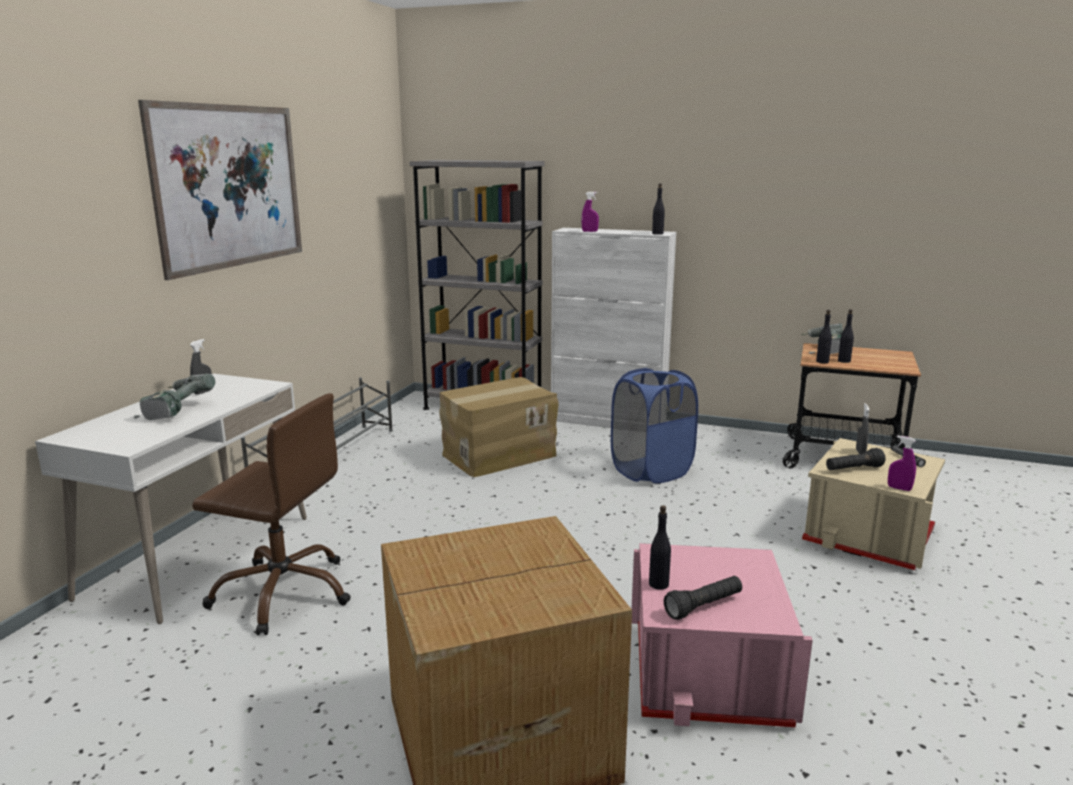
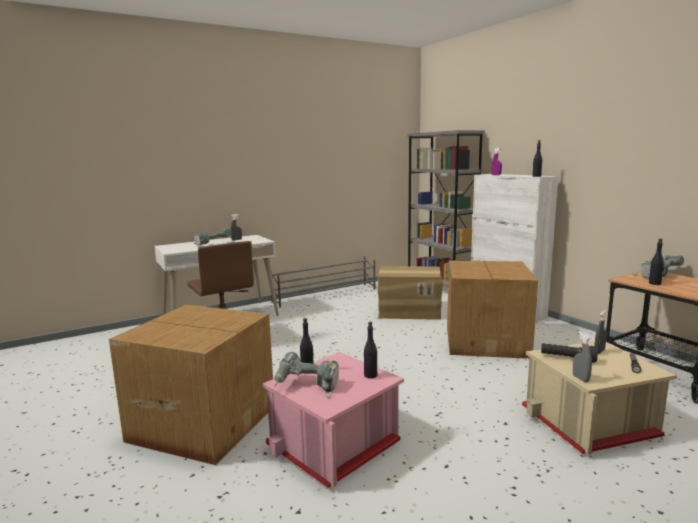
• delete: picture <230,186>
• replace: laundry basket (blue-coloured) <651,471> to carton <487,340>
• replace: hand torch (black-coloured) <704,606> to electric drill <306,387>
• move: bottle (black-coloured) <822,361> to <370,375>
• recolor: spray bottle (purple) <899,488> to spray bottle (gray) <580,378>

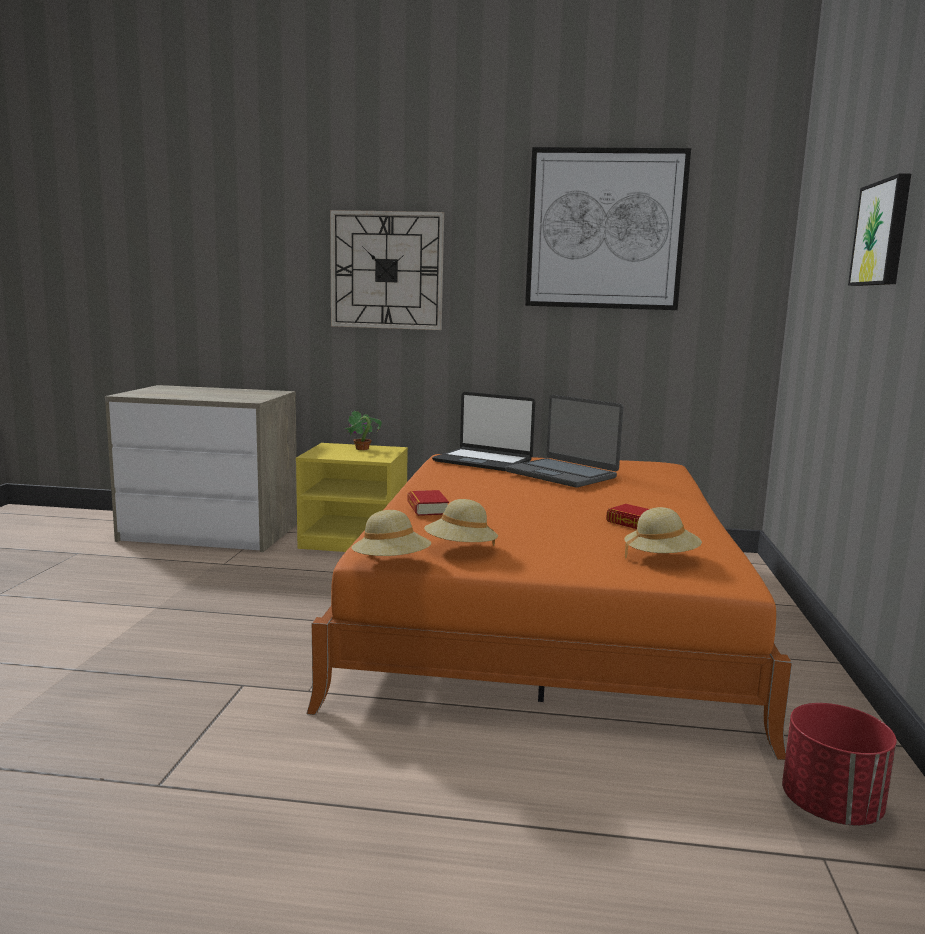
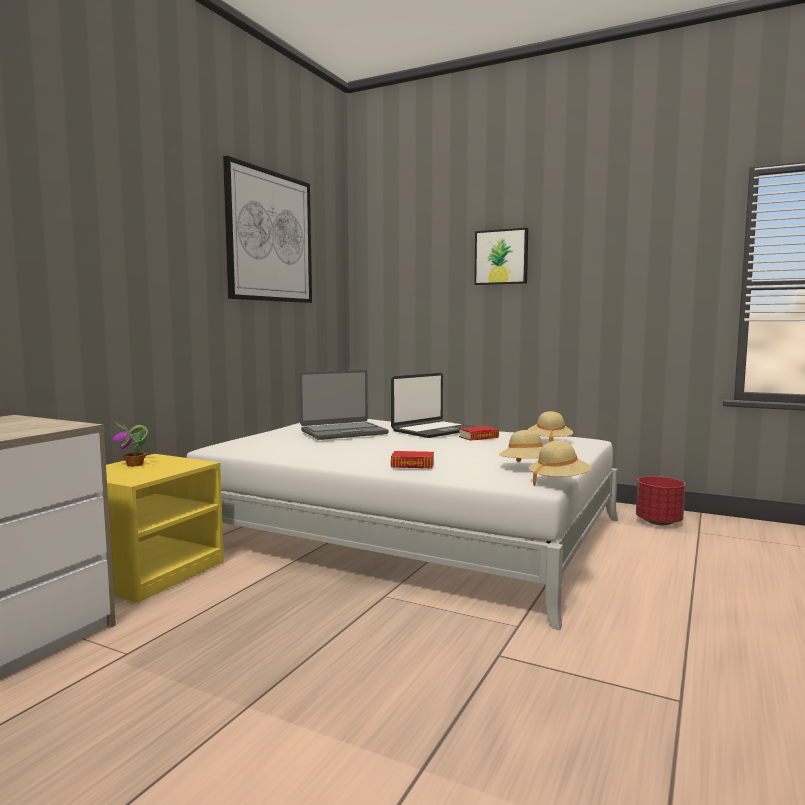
• recolor: bed (orange-coloured) <546,612> to bed (white) <408,531>
• delete: wall clock <387,270>
• move: laptop <483,461> to <433,430>

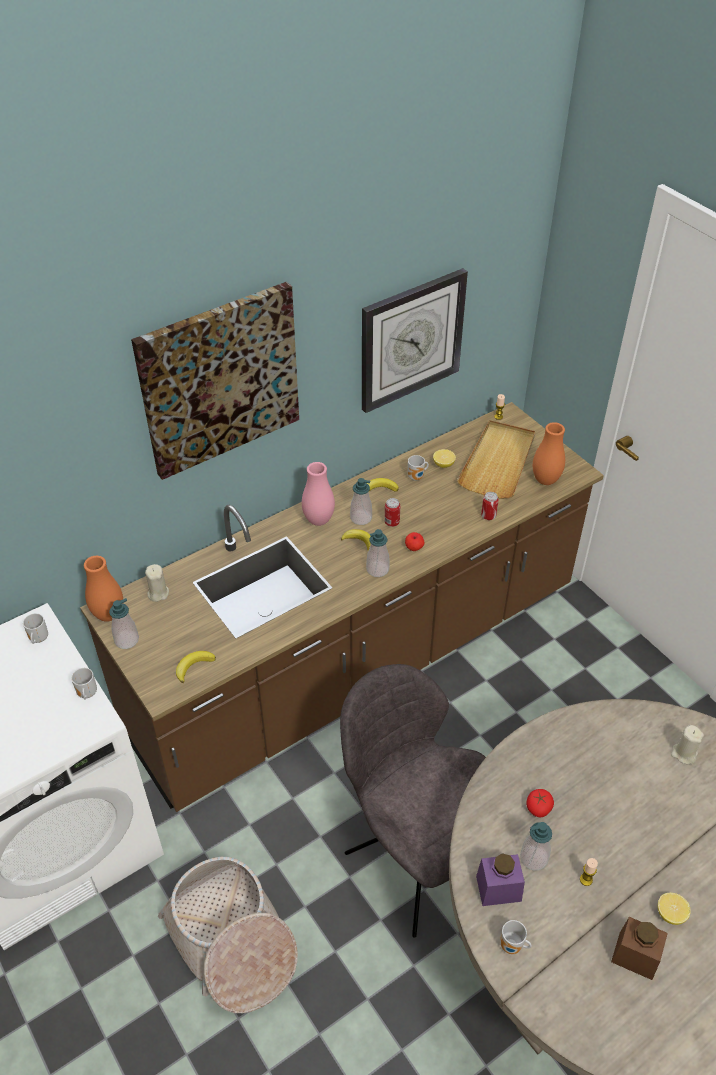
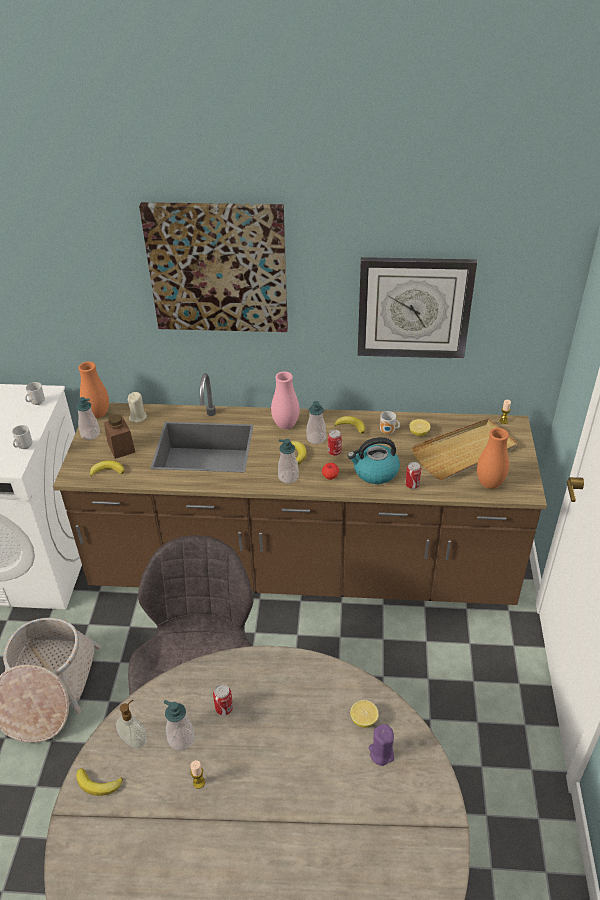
• replace: preserve jar (purple) <498,888> to soap bottle <134,740>
• replace: mug <512,947> to banana <98,784>
• replace: fresh tomato <538,808> to can <224,708>
• move: preserve jar (brownish) <635,955> to <121,447>
• move: whole lemon <670,914> to <364,719>
• recolor: wax light (beige-coloured) <684,754> to wax light (purple) <381,753>
• insert: water kettle <375,472>

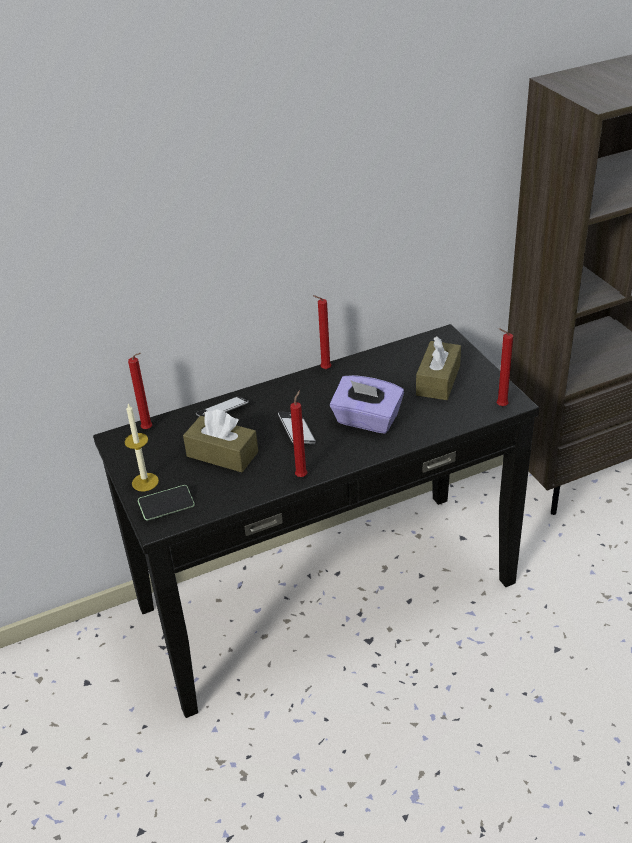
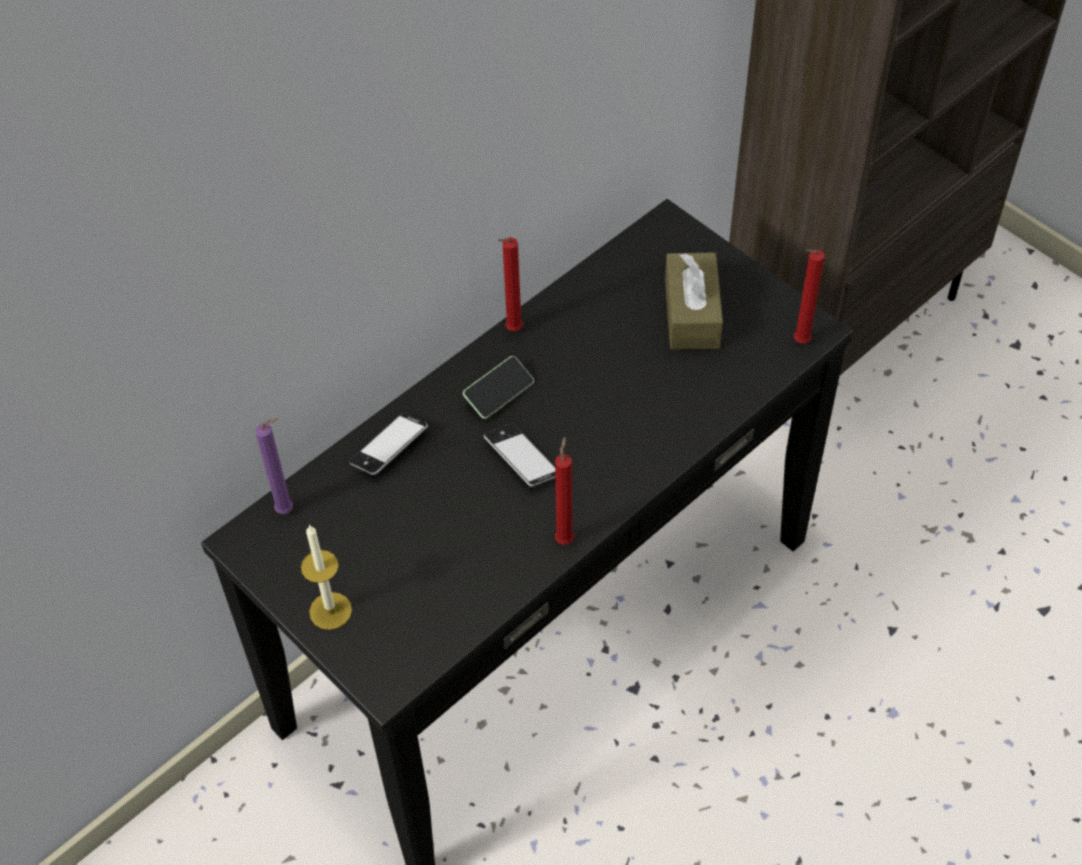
• recolor: wax light (red) <149,429> to wax light (purple) <288,510>
• move: phone <167,508> to <499,393>
• delete: tissue box (brownish) <222,454>
• delete: tissue box (purple) <367,420>

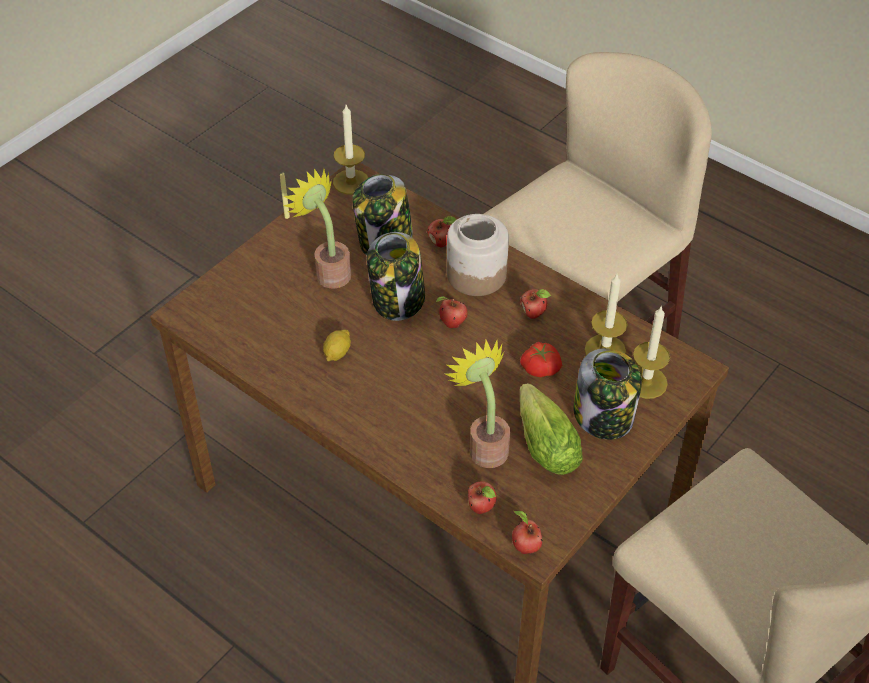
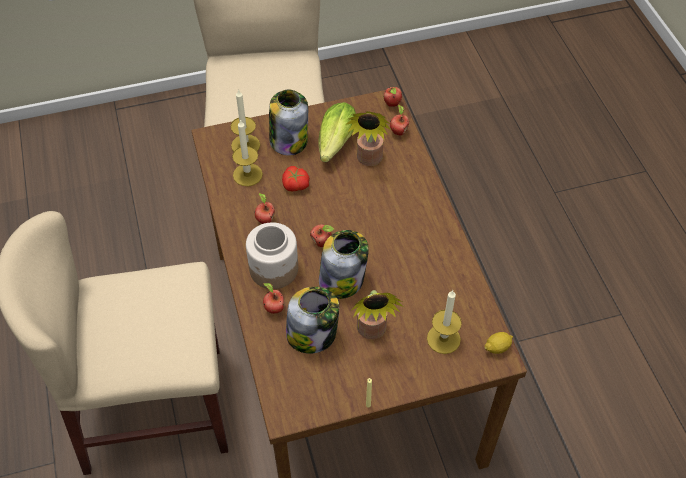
• move: whole lemon <337,353> to <497,347>
• move: wax light <351,182> to <443,339>

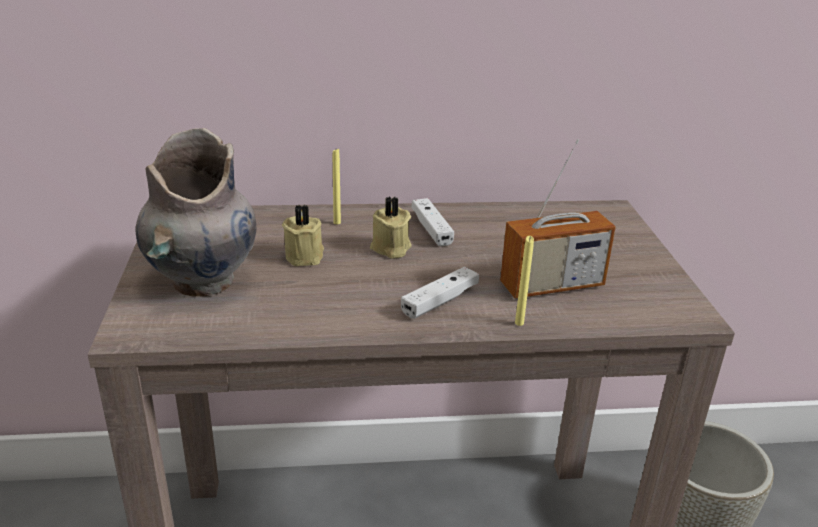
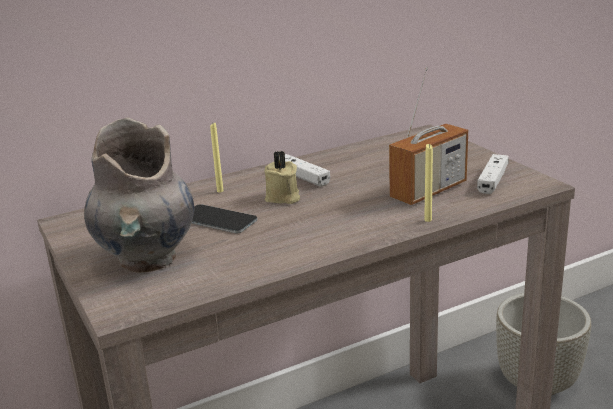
• replace: wax light (beige-coloured) <306,256> to phone <218,220>
• move: gamepad (white) <440,301> to <492,180>

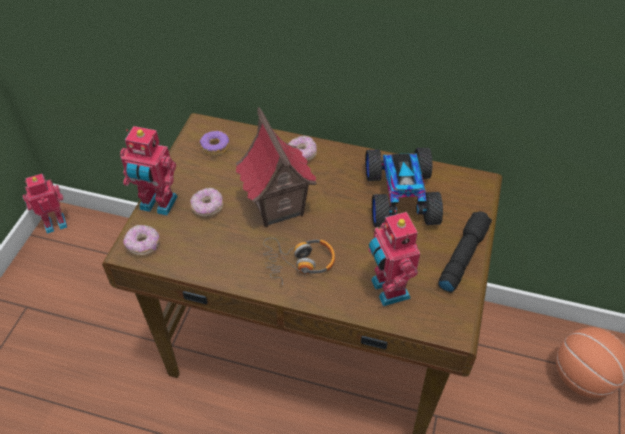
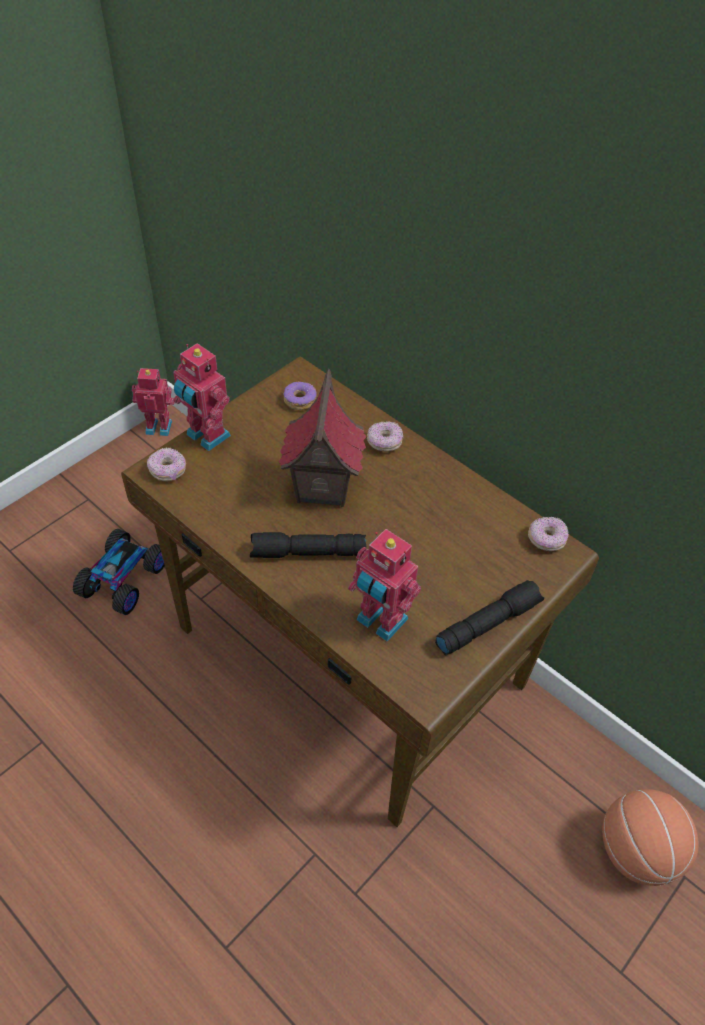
• move: doughnut <207,207> to <546,540>
• replace: pair of headphones <299,262> to hand torch (black-coloured) <307,553>
• move: miniature car <402,196> to <125,579>
• rotate: toy robot <387,290> = <380,621> 60 degrees counterclockwise

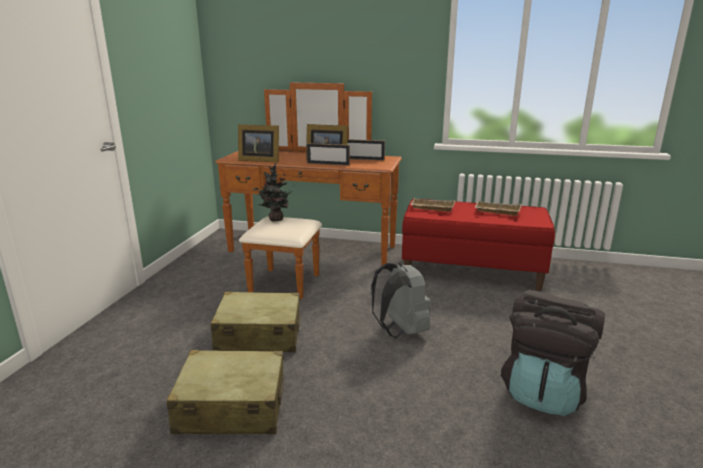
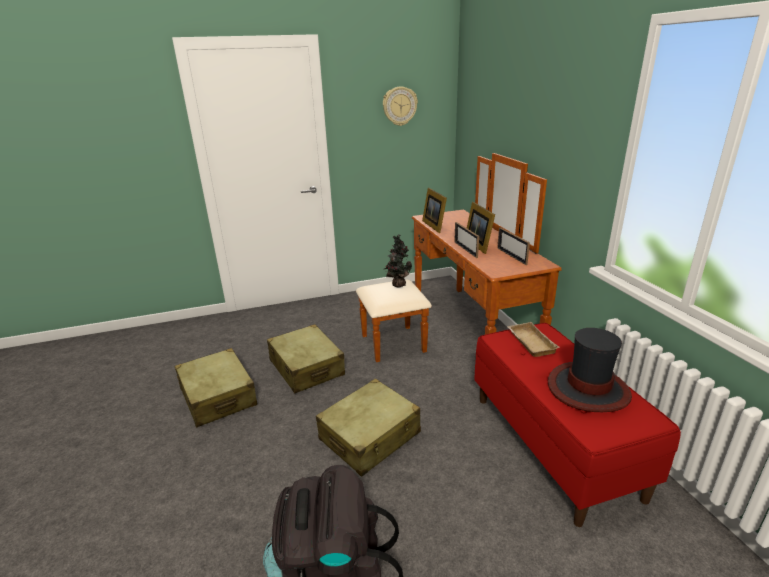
• replace: knapsack (gray) <401,331> to suitcase (beige-coloured) <370,436>
• replace: tray (beige-coloured) <496,211> to wearable hat <587,389>
• insert: wall clock <399,106>

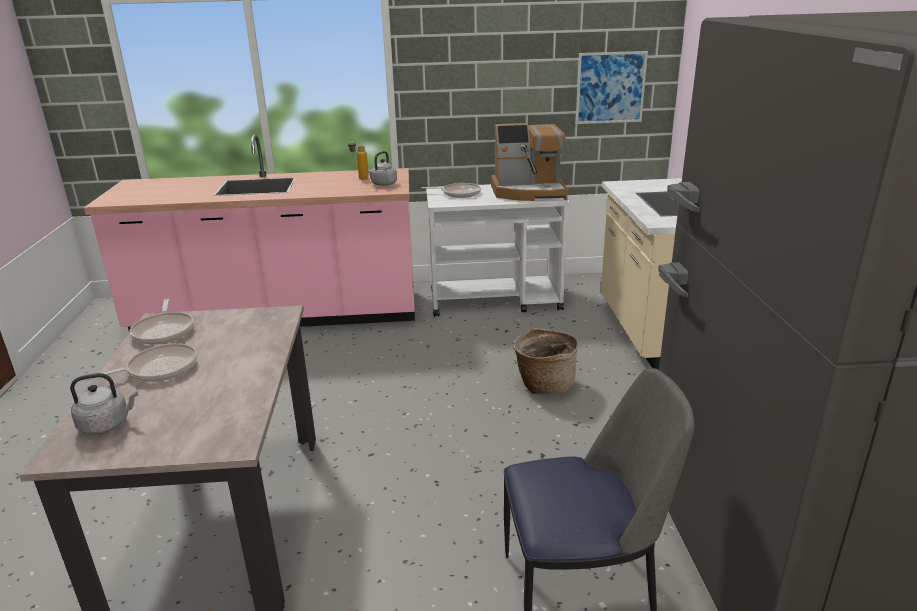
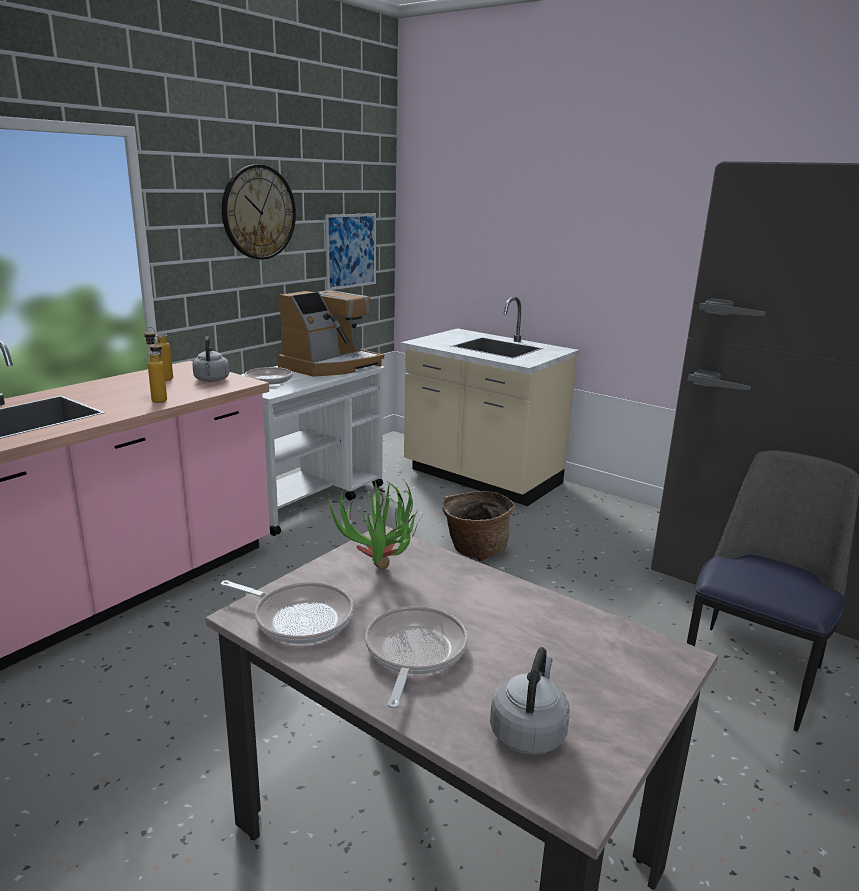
• insert: bottle <160,399>
• insert: wall clock <258,212>
• insert: potted plant <379,574>

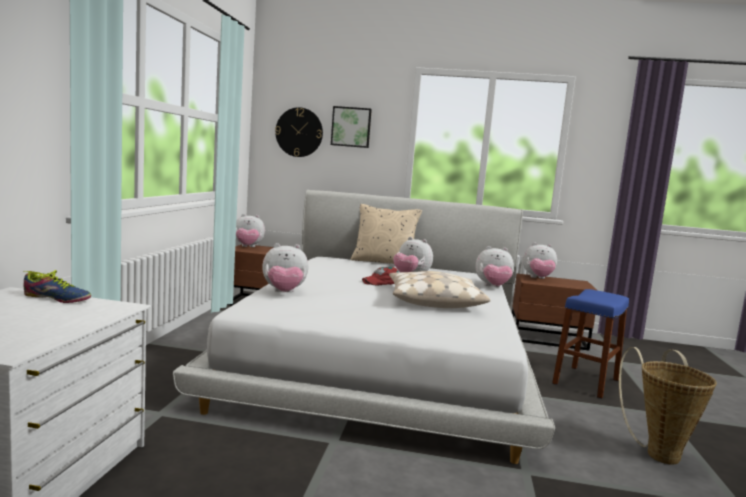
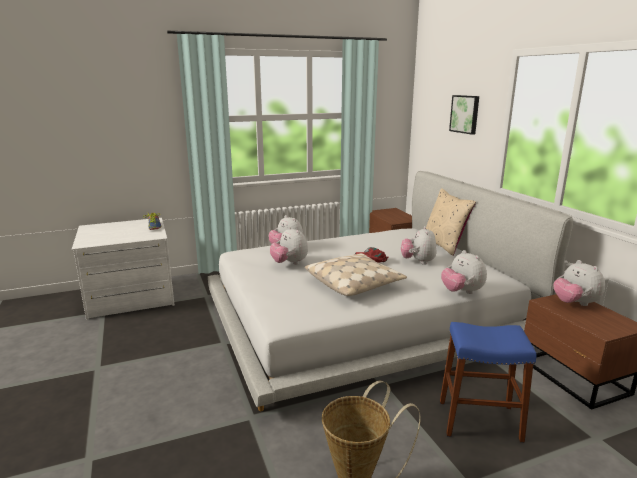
• move: soft toy <248,247> to <289,263>
• delete: wall clock <299,132>

